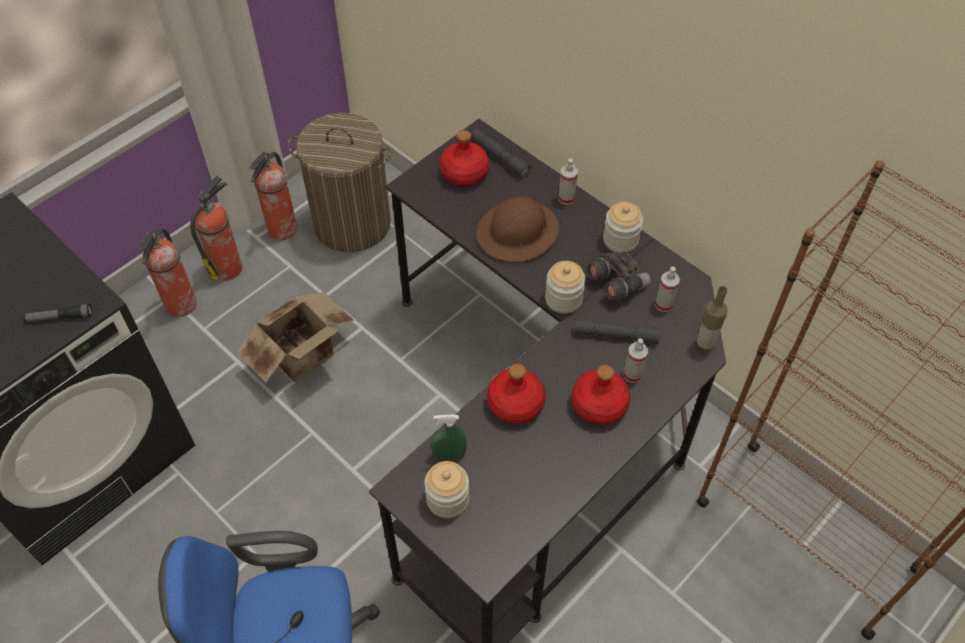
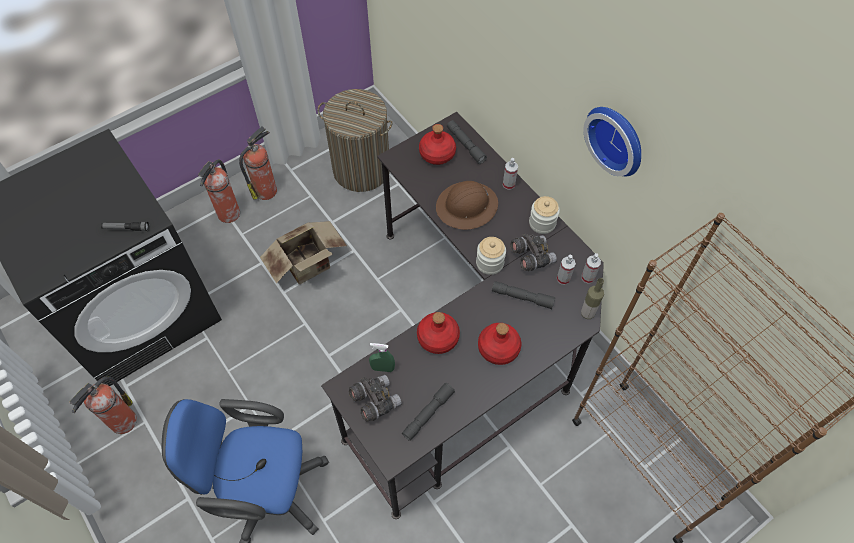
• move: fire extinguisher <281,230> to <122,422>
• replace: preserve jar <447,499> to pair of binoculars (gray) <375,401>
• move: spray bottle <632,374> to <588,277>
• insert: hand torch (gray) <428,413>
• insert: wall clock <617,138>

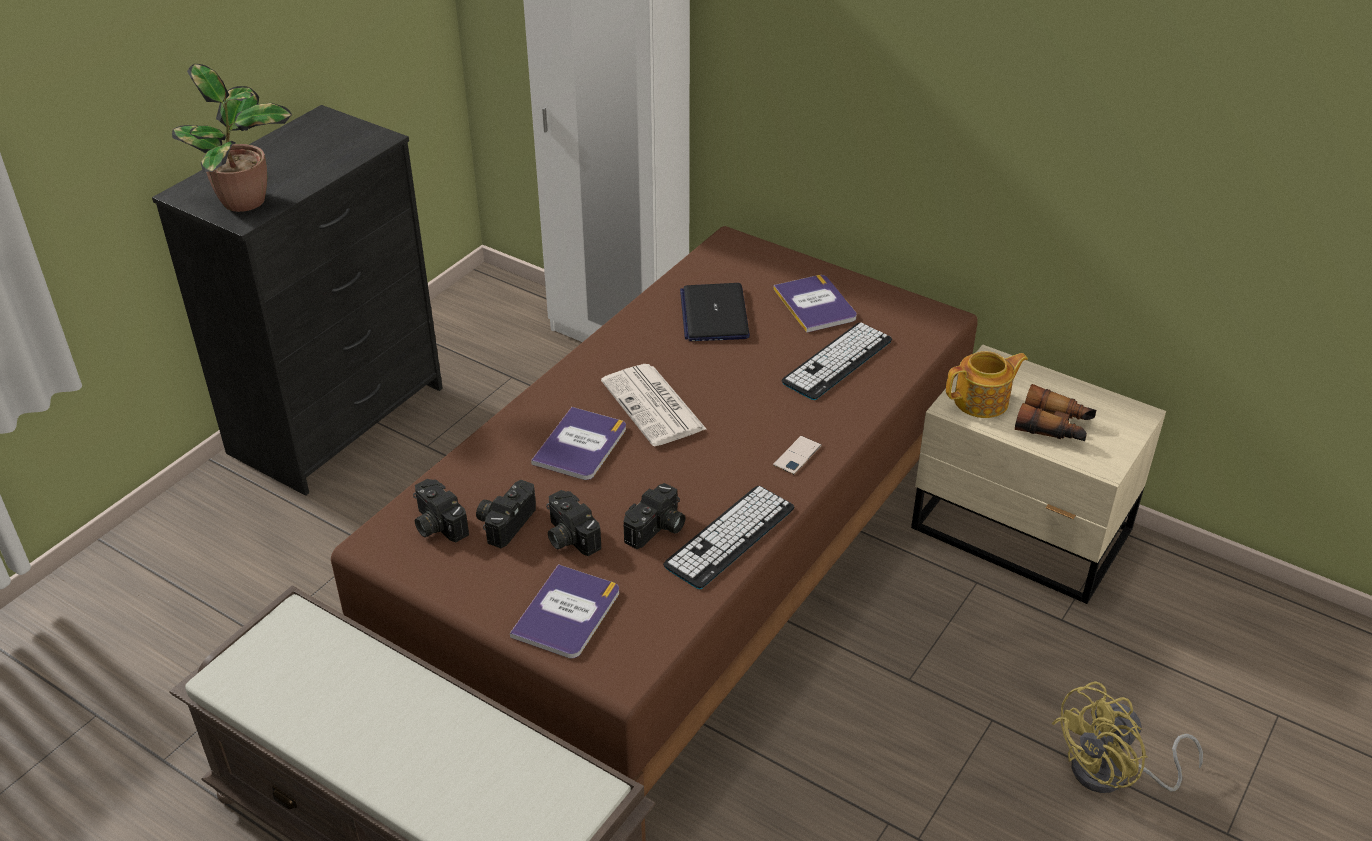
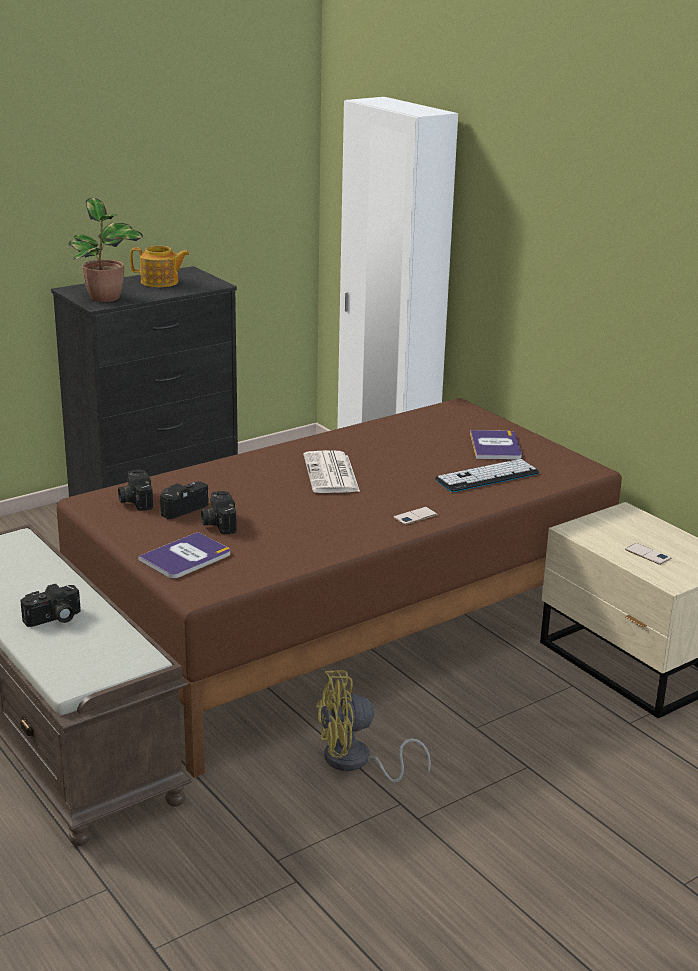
• delete: volume <580,445>
• move: photo camera <657,530> to <54,619>
• delete: PC keyboard <730,537>
• delete: laptop <714,314>
• move: tea pot <982,401> to <160,282>
• replace: pair of binoculars <1054,426> to phone <648,554>
• move: fan (yellowish) <1112,774> to <356,762>

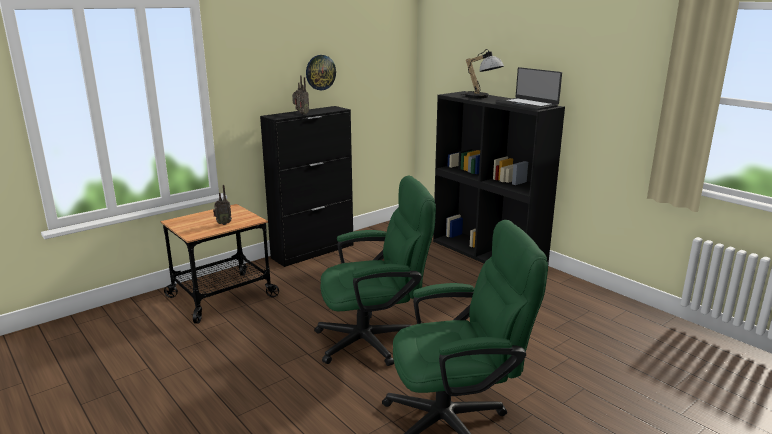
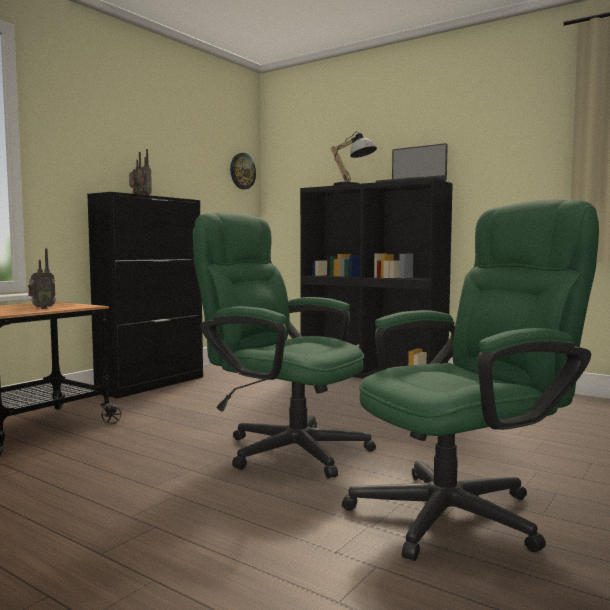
• move: wall clock <320,72> to <242,171>
• rotate: computer chair (greenish) <374,340> = <284,448> 120 degrees counterclockwise

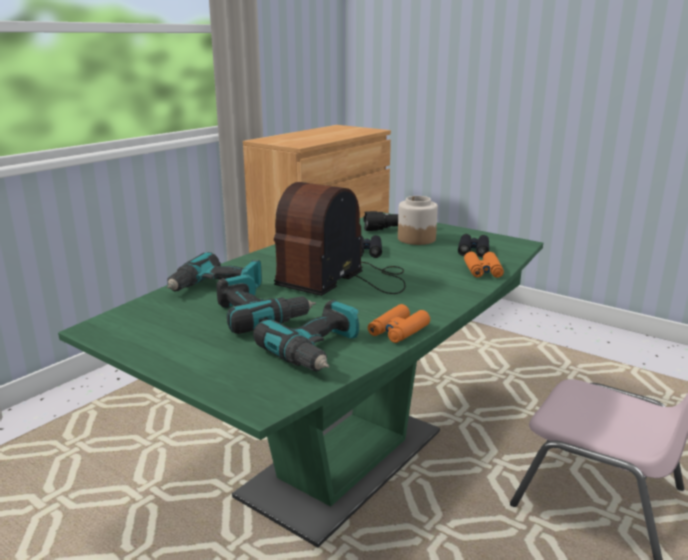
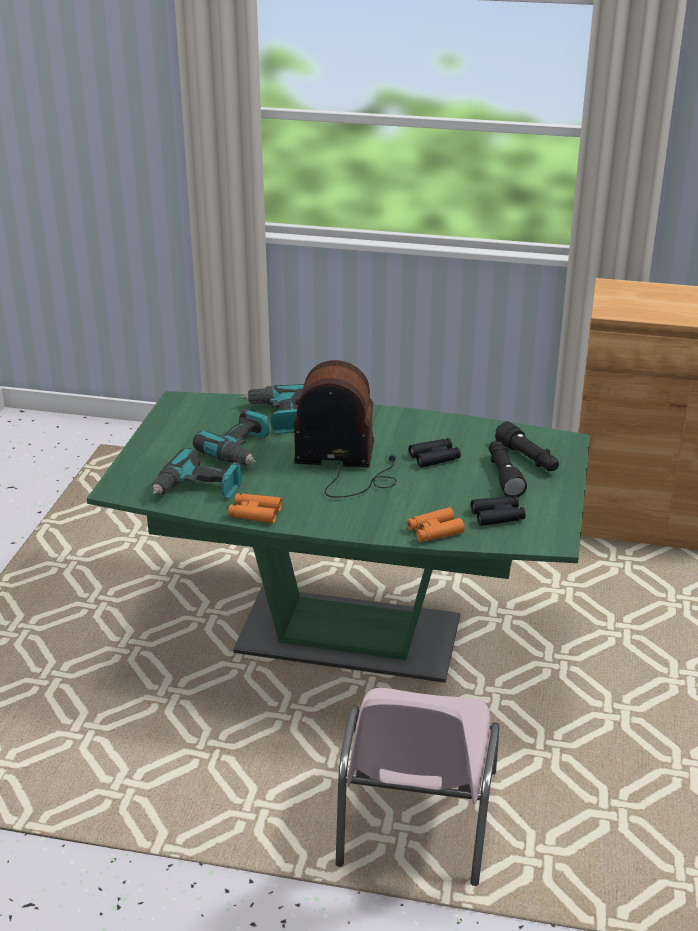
• replace: preserve jar <416,239> to hand torch (black-coloured) <503,476>

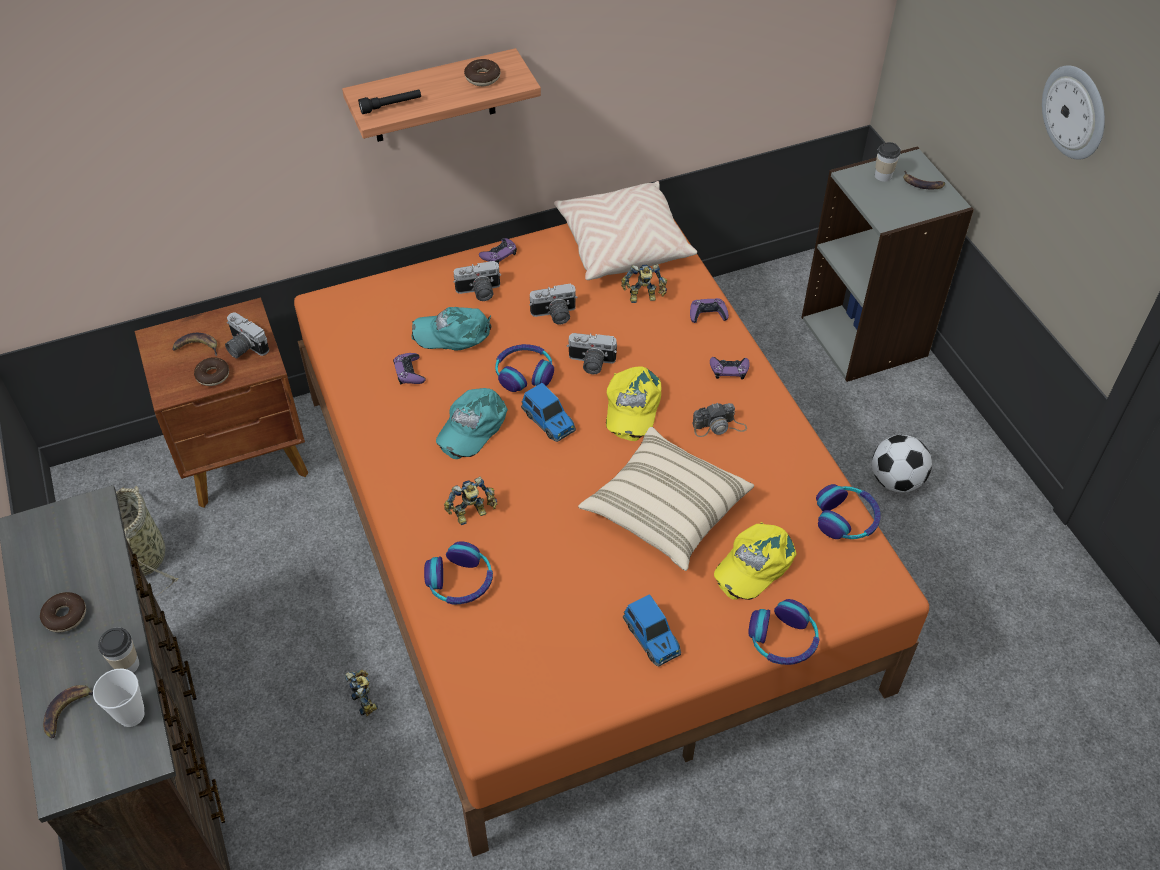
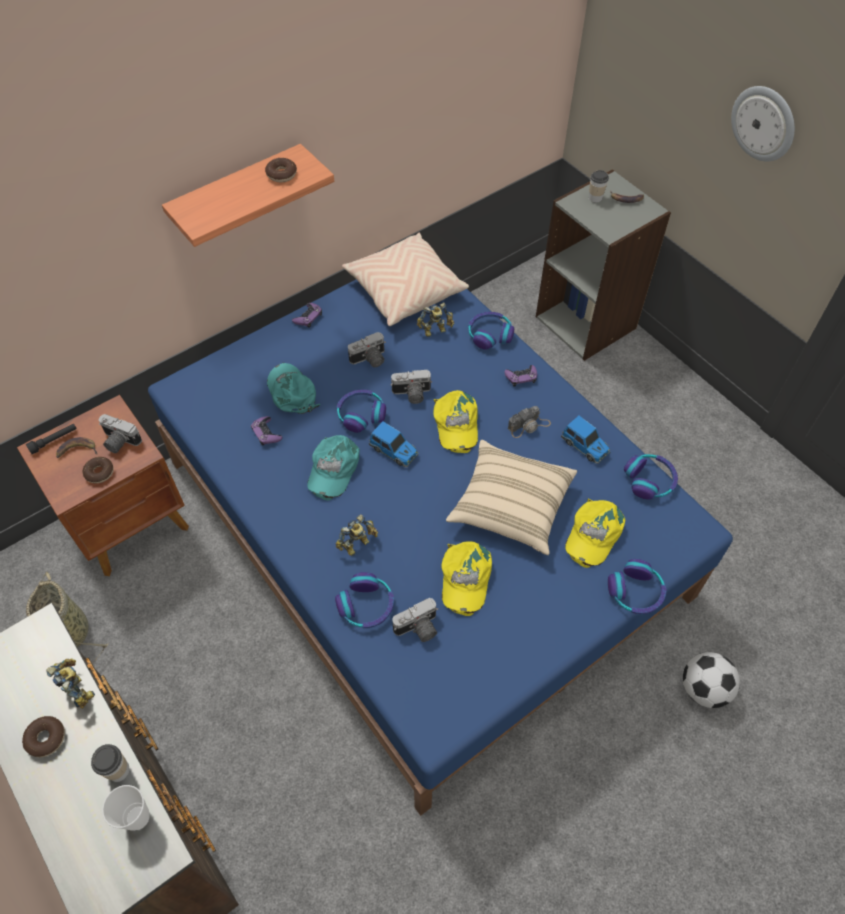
• delete: banana <69,712>
• recolor: bed (orange-coloured) <580,533> to bed (blue-coloured) <422,526>
• move: toy robot <366,700> to <80,689>
• move: hand torch (black-coloured) <391,106> to <54,441>
• rotate: cap (turquoise-coloured) <453,333> = <292,392> 75 degrees clockwise
• move: photo camera <479,292> to <418,629>
• move: miniature car <652,638> to <585,446>
• replace: gamepad (purple) <708,314> to pair of headphones <489,334>
• move: football <896,481> to <703,689>
• insert: cap (yellowish) <464,578>

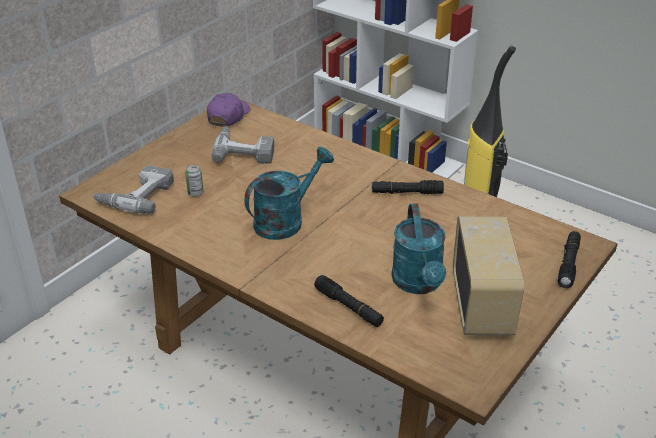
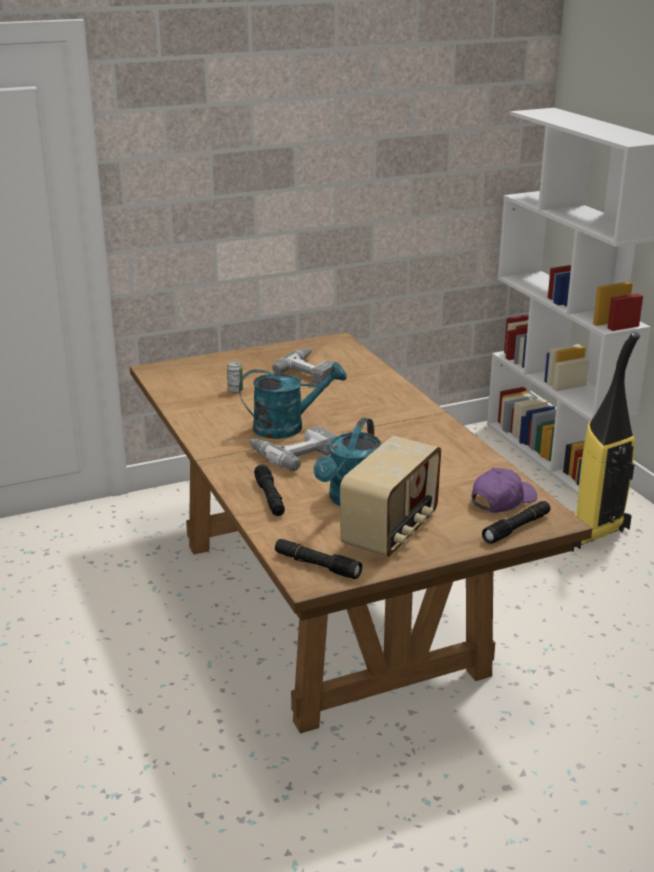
• move: electric drill <136,196> to <293,453>
• move: cap (purple) <228,116> to <502,500>
• move: hand torch (black-coloured) <406,193> to <317,565>

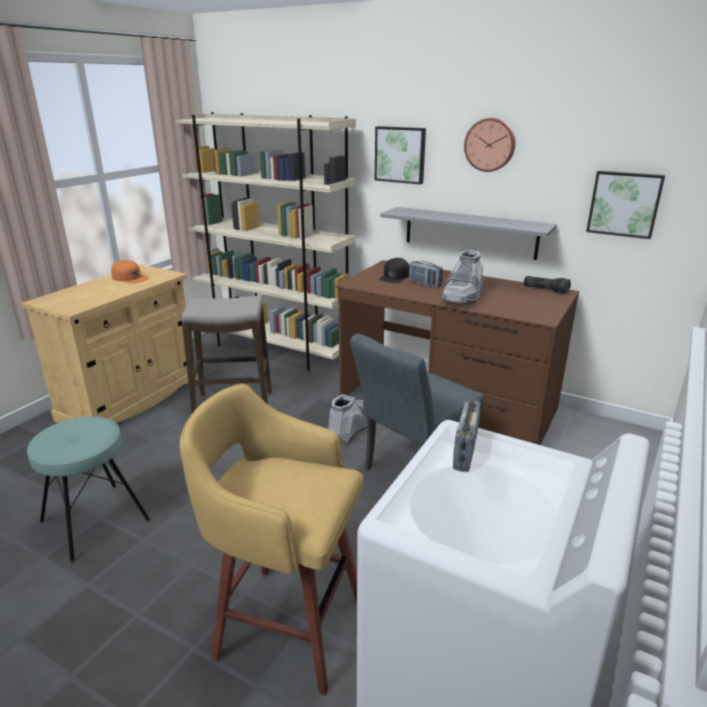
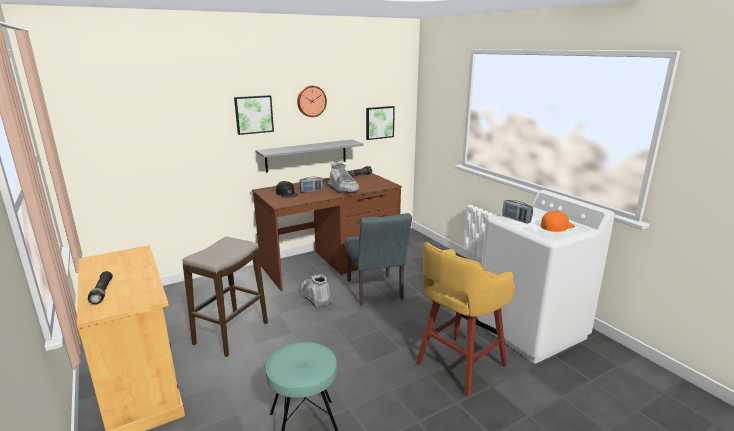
• move: cap (orange-coloured) <130,277> to <556,226>
• delete: bookcase (beige-coloured) <275,349>
• insert: hand torch (black-coloured) <102,292>

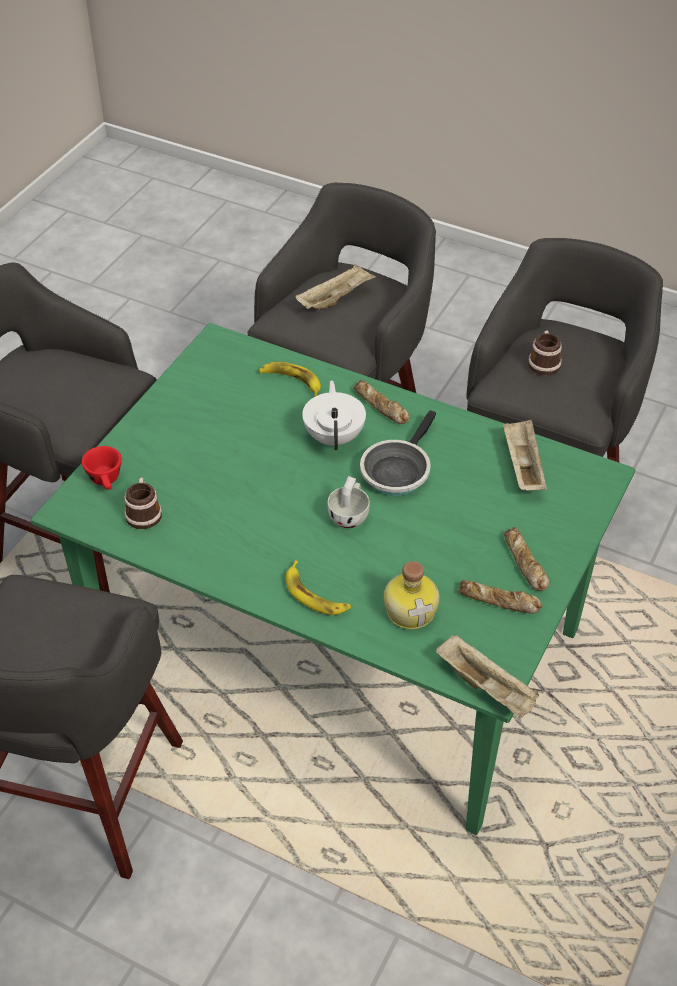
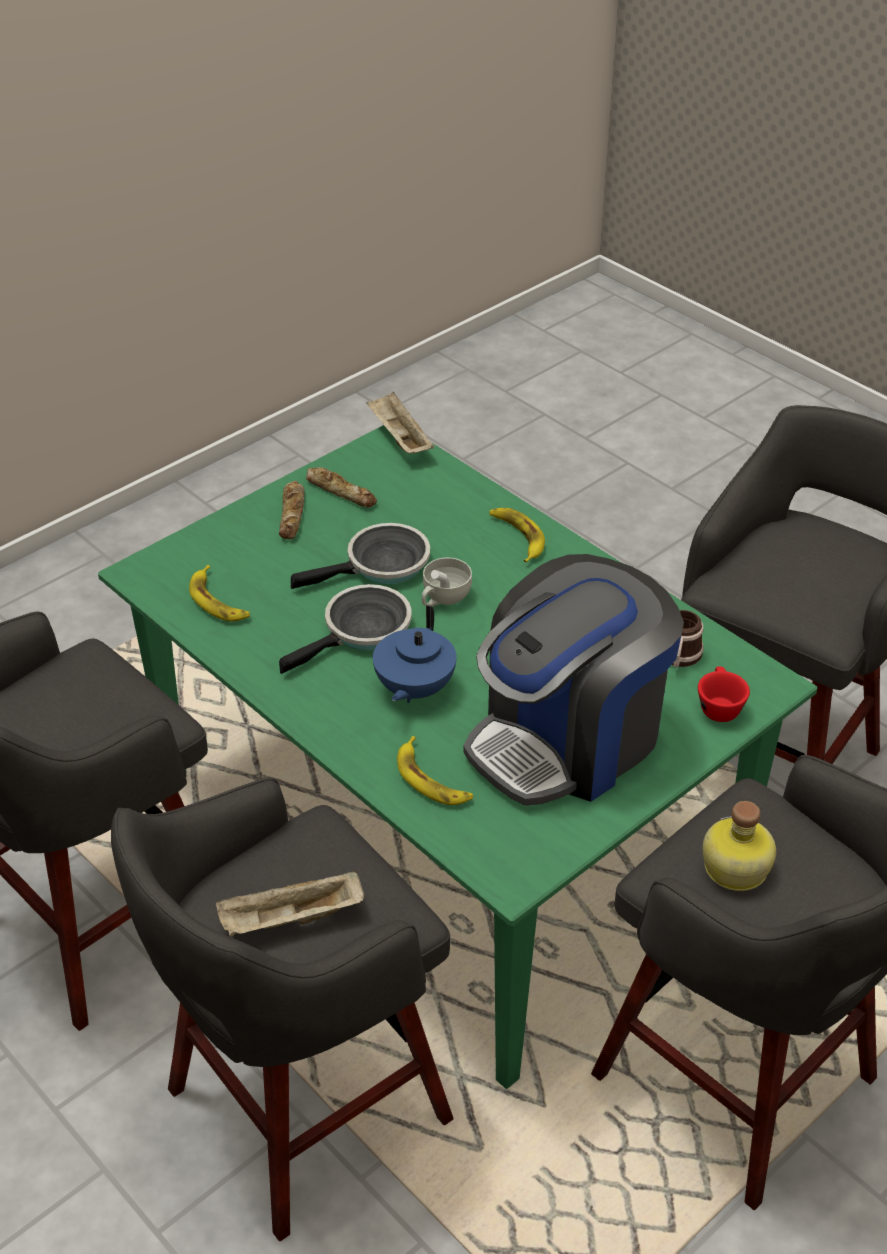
• recolor: tea pot (white) <334,436> to tea pot (blue-coloured) <413,689>
• delete: baked bread <380,406>
• move: bottle <411,610> to <734,869>
• replace: tray (beige-coloured) <522,466> to banana <218,601>
• delete: mug <544,362>
• insert: frying pan <381,566>
• insert: coffee machine <568,739>

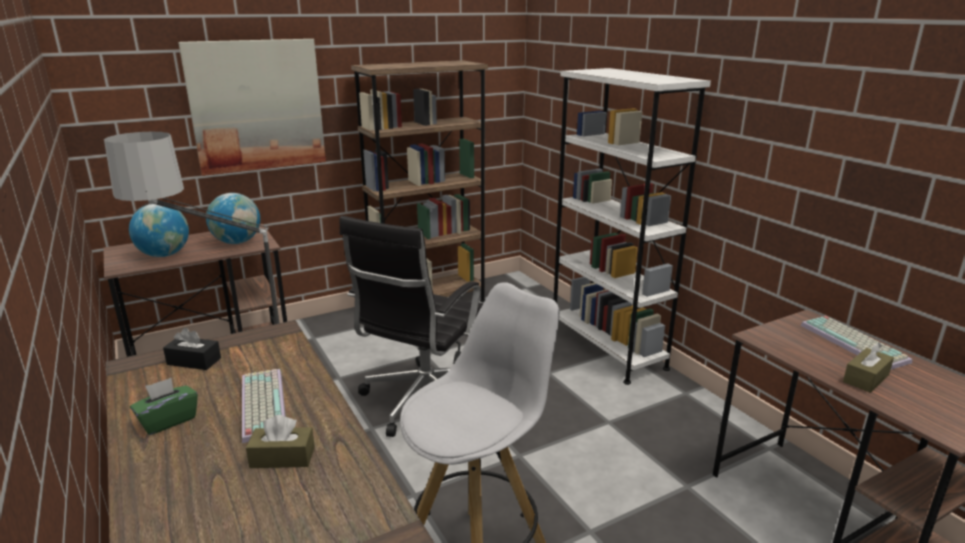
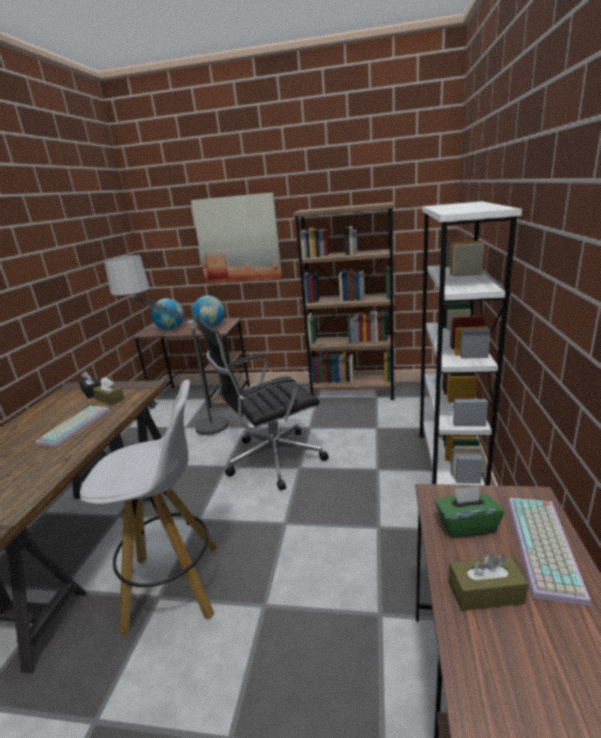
• move: tissue box (greenish) <168,420> to <466,526>
• move: tissue box (brownish) <282,457> to <110,399>

